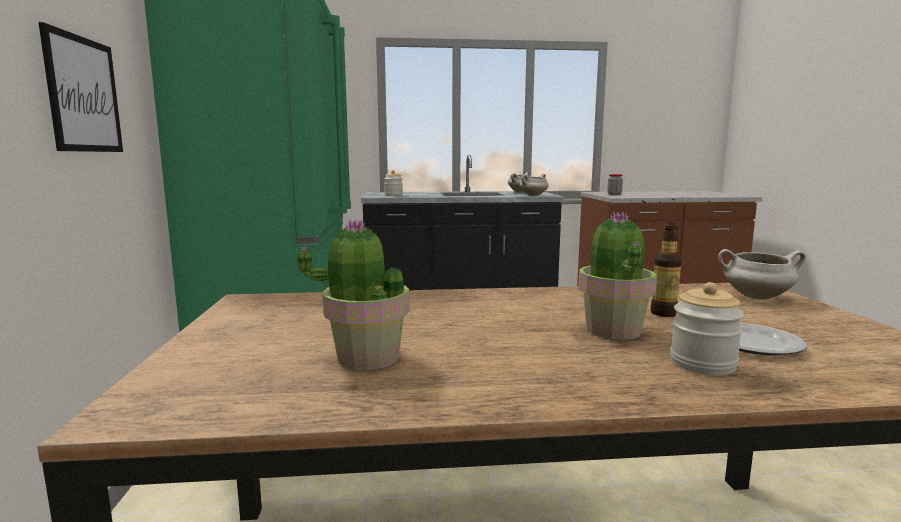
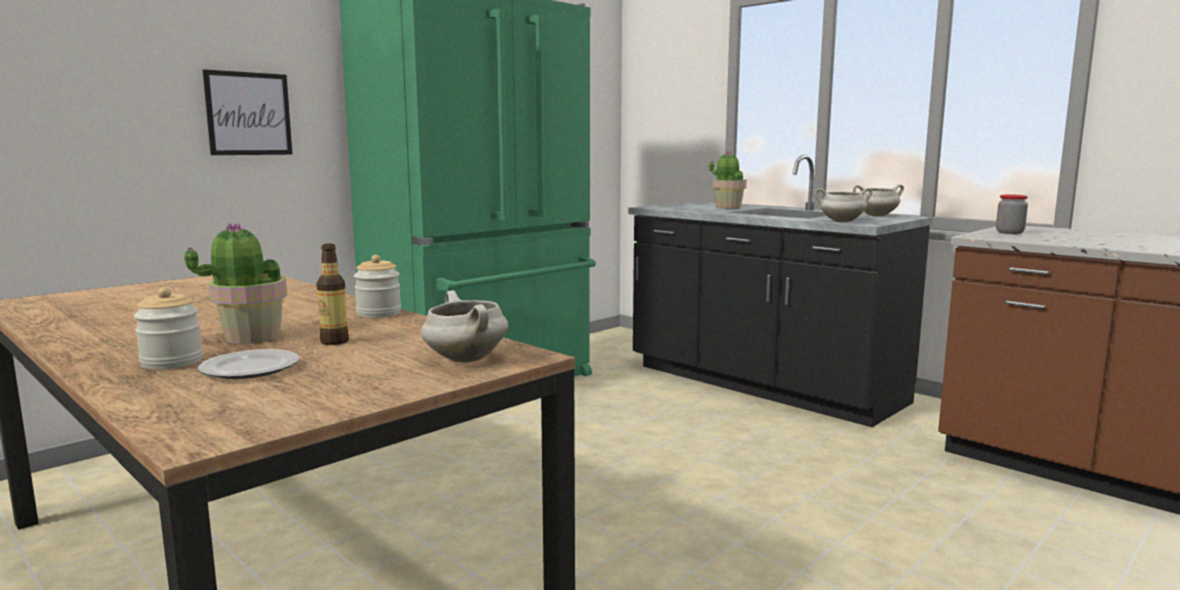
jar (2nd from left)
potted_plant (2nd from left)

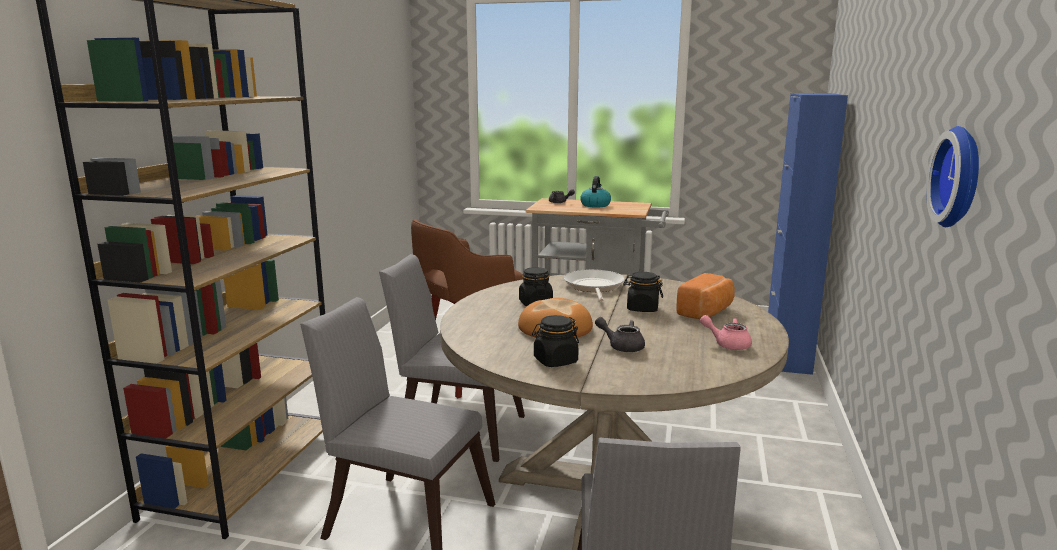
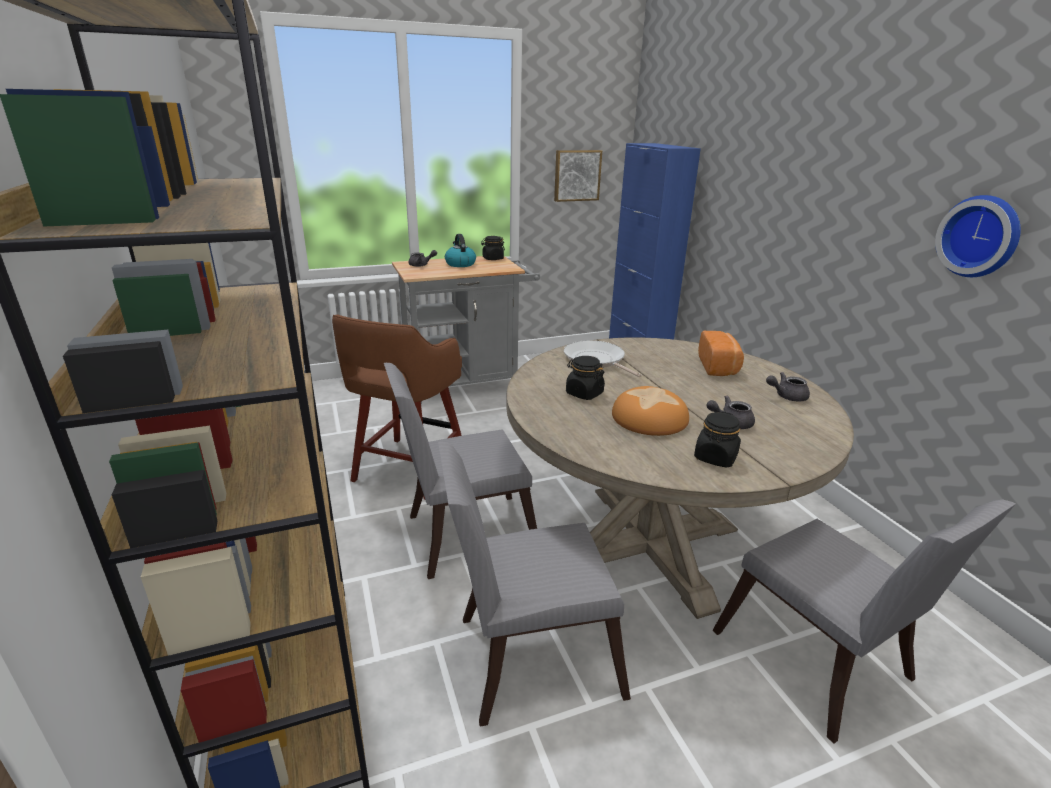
black_jar (1st from left)
grey_teapot (3rd from left)
picture

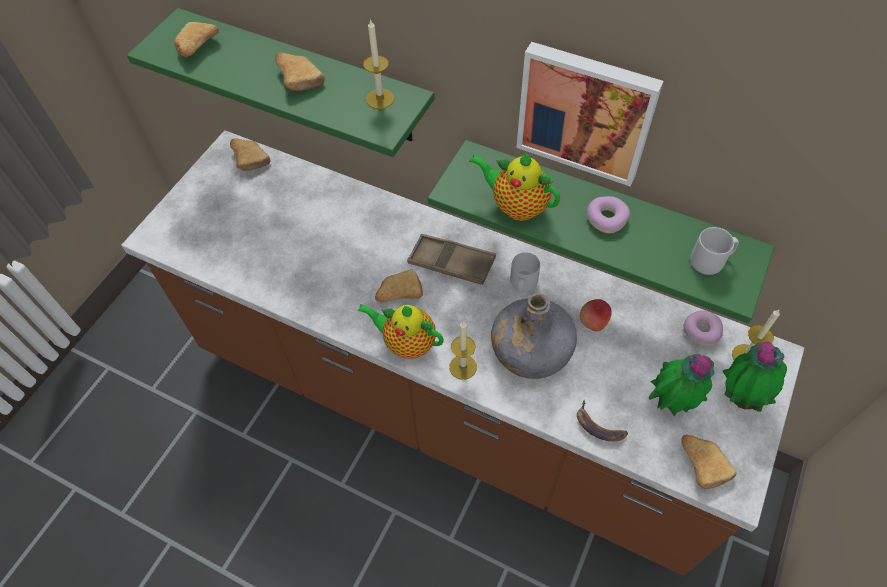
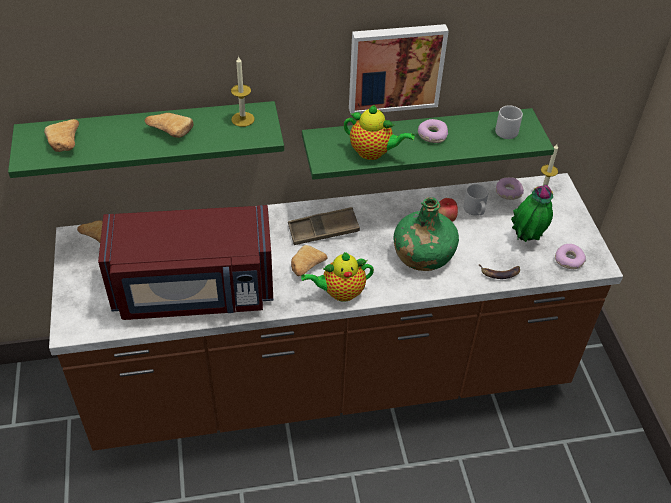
teapot (2nd from left)
grey_mug (1st from left)
green_bottle
candle (2nd from left in the first image)
potted_plant (2nd from left in the first image)
donut (3rd from left)
red_microwave

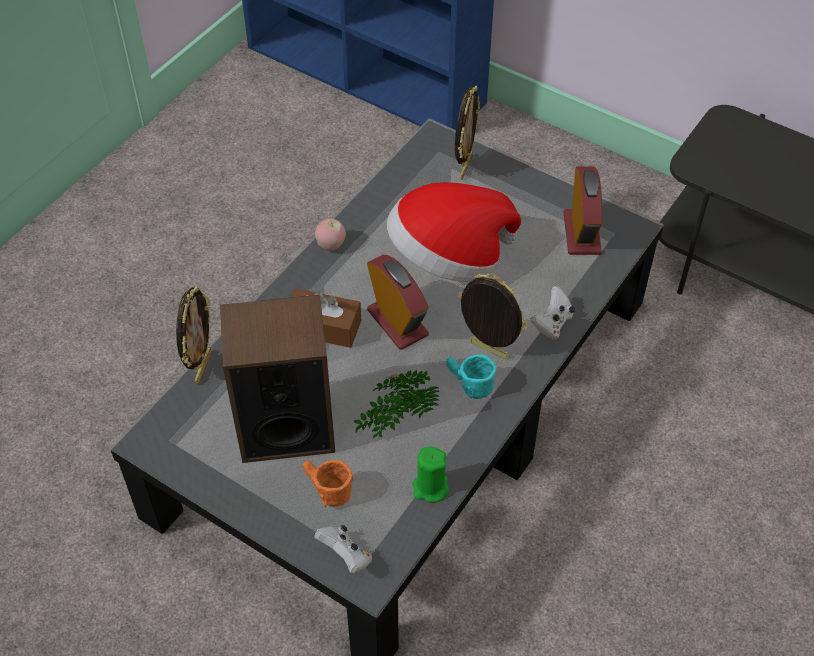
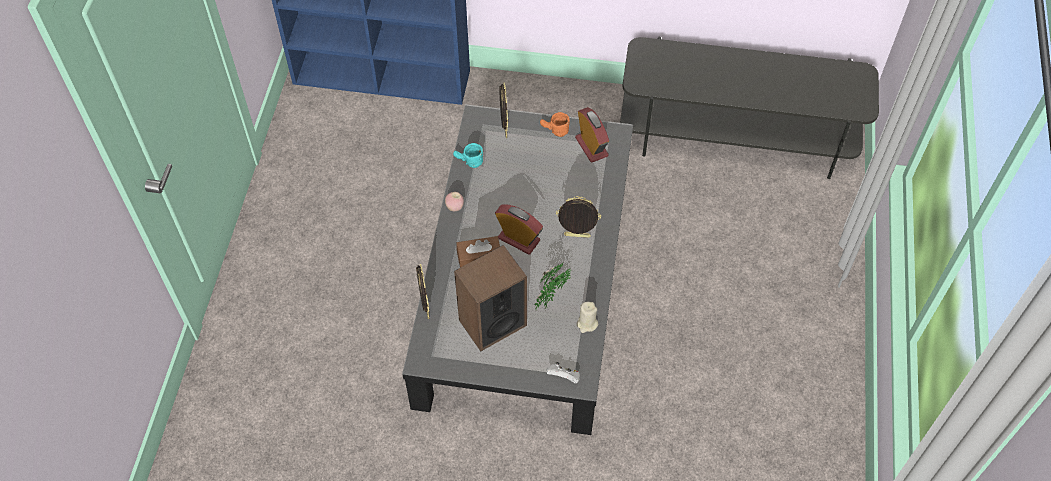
hat
white_game_controller (2nd from left in the first image)
turquoise_mug
beige_candle
orange_mug

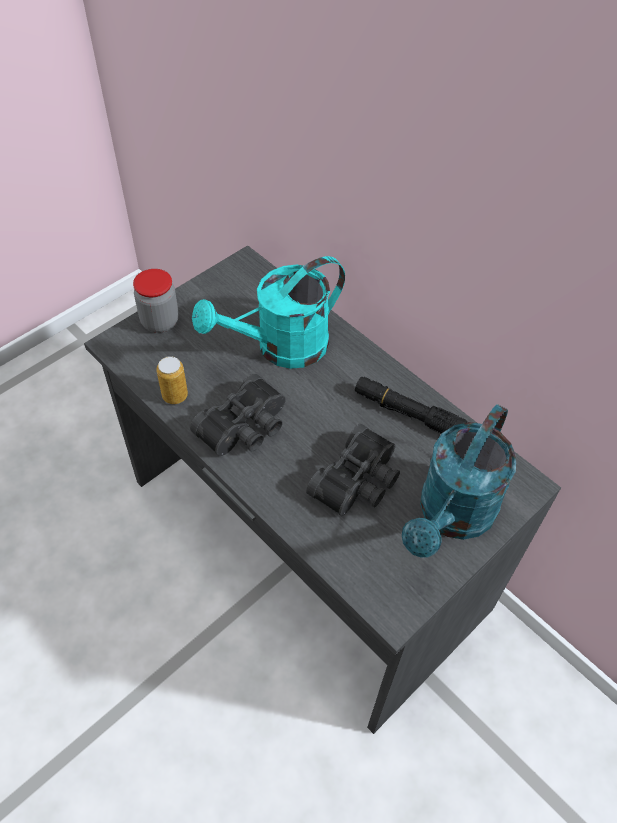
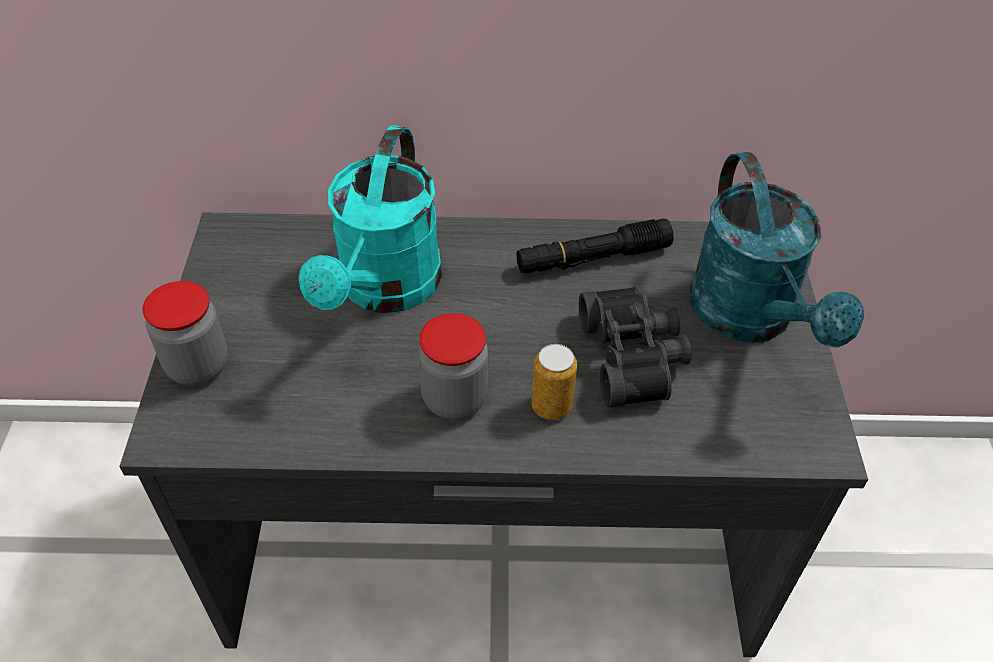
can
jar (2nd from left)

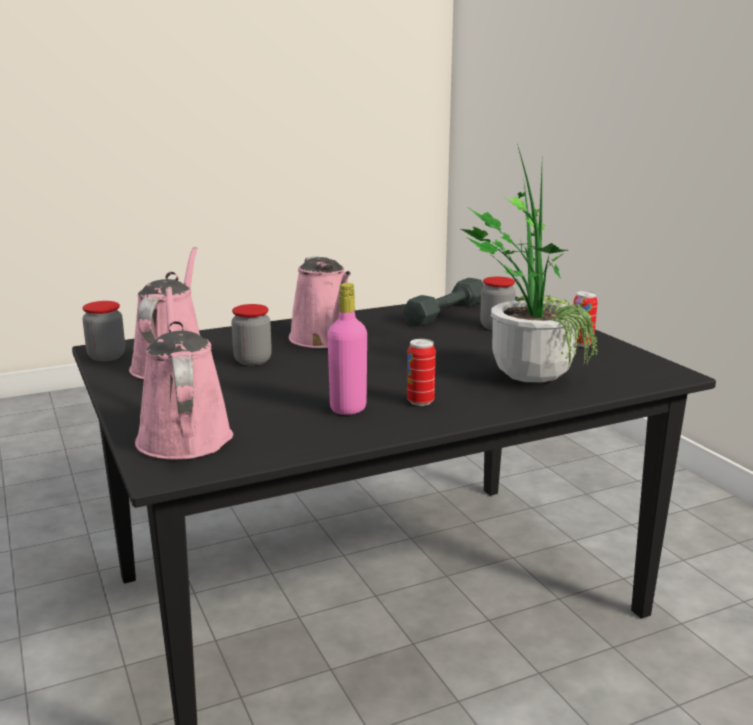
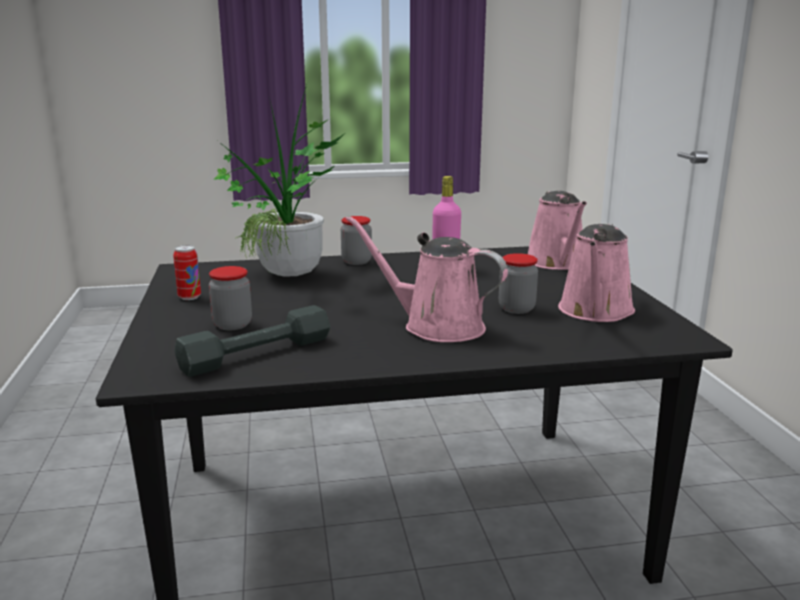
pink_watering_can (1st from left)
jar (2nd from left)
can (1st from left in the first image)

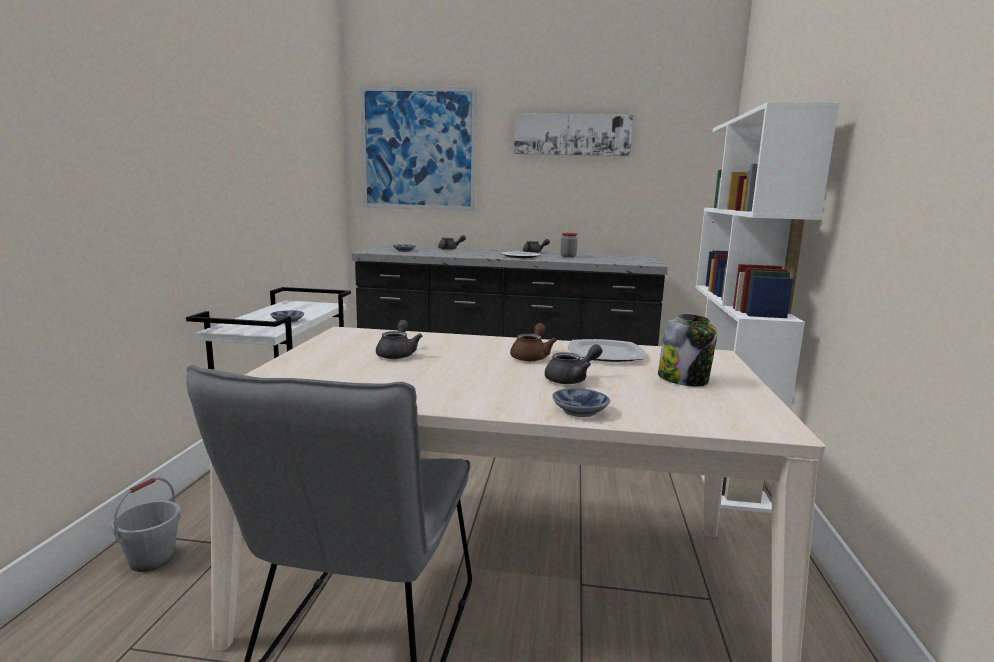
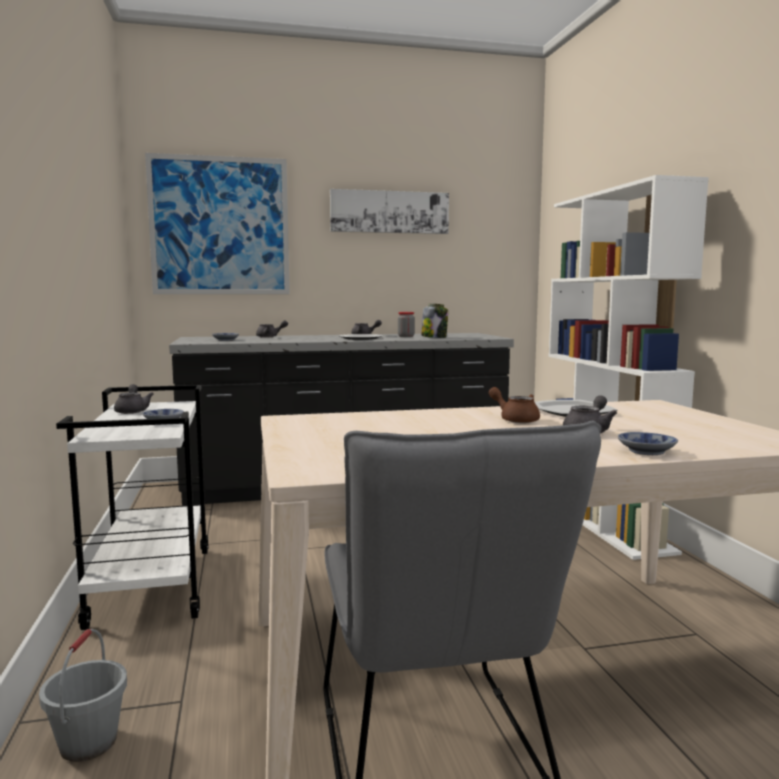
jar (2nd from left)
grey_teapot (1st from left)
brown_teapot

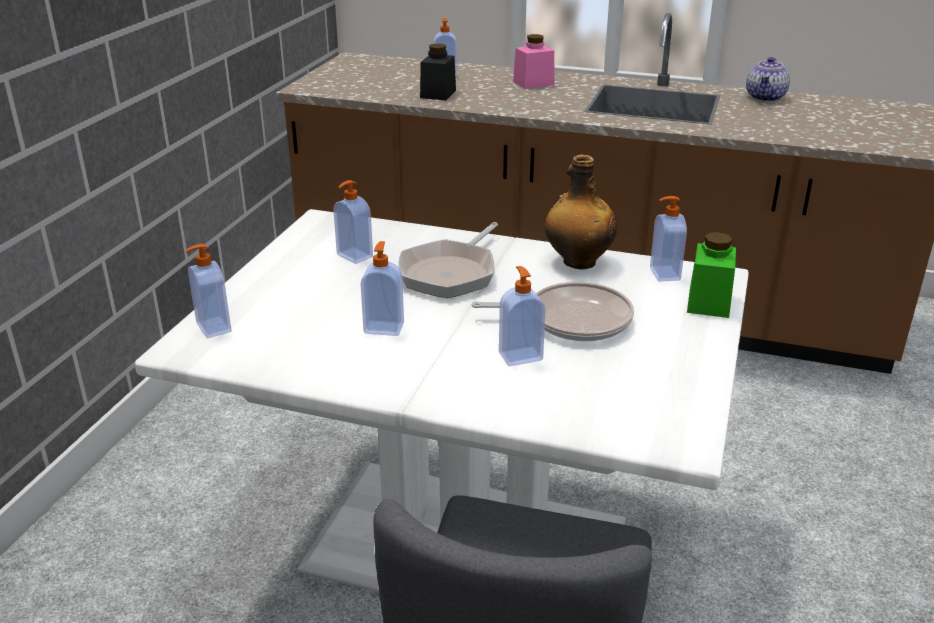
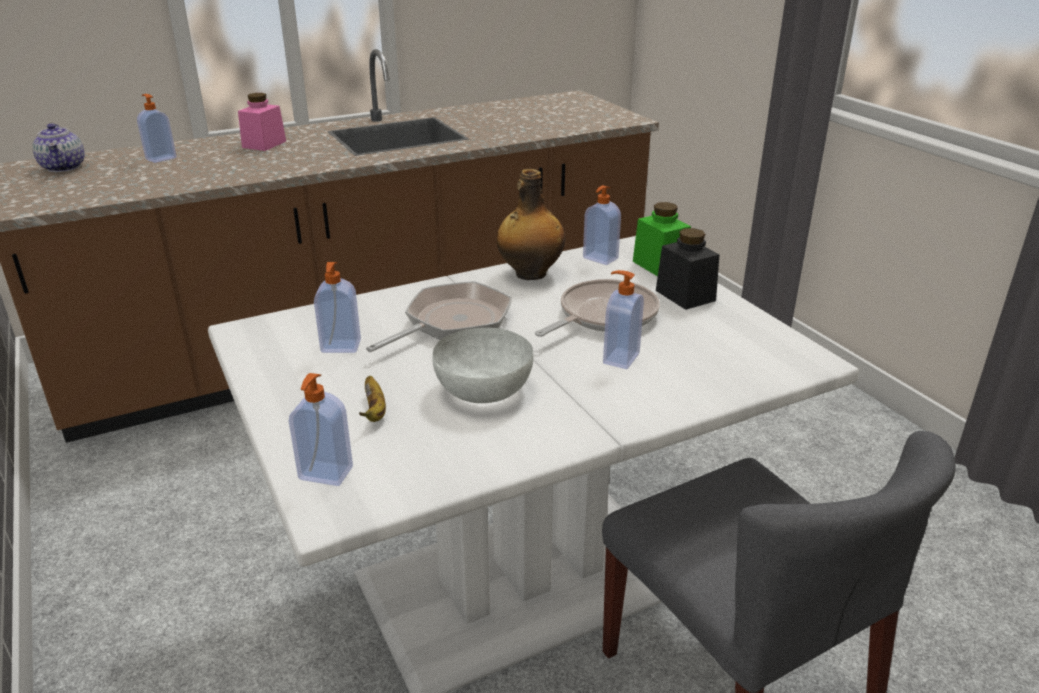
black_jar
teapot
frying_pan (1st from left)
white_bowl
banana

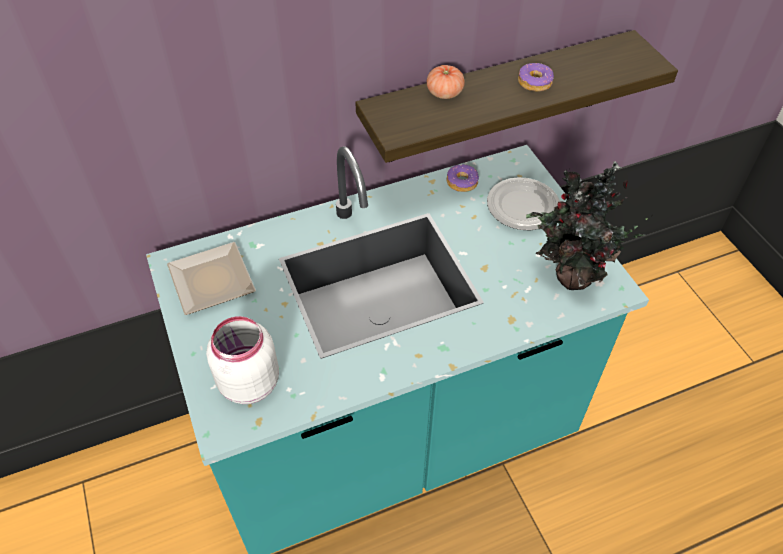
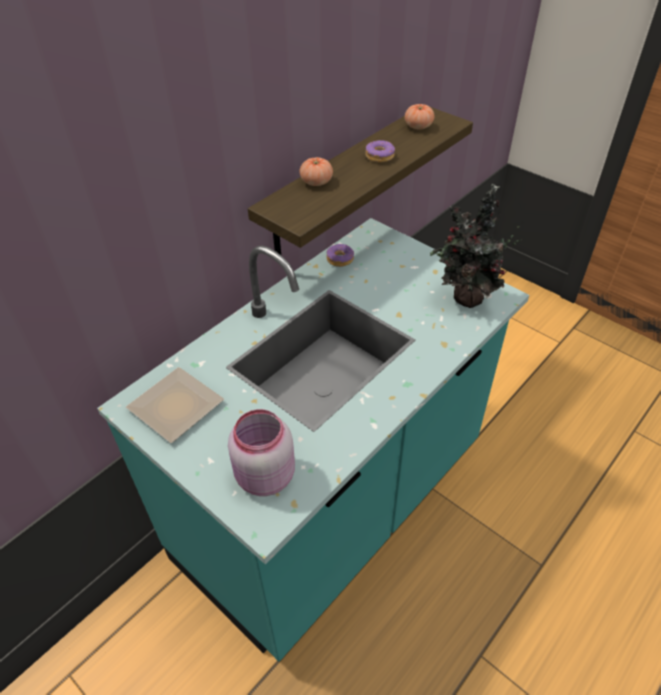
plate (2nd from left in the first image)
pink_jar
tomato (2nd from left)

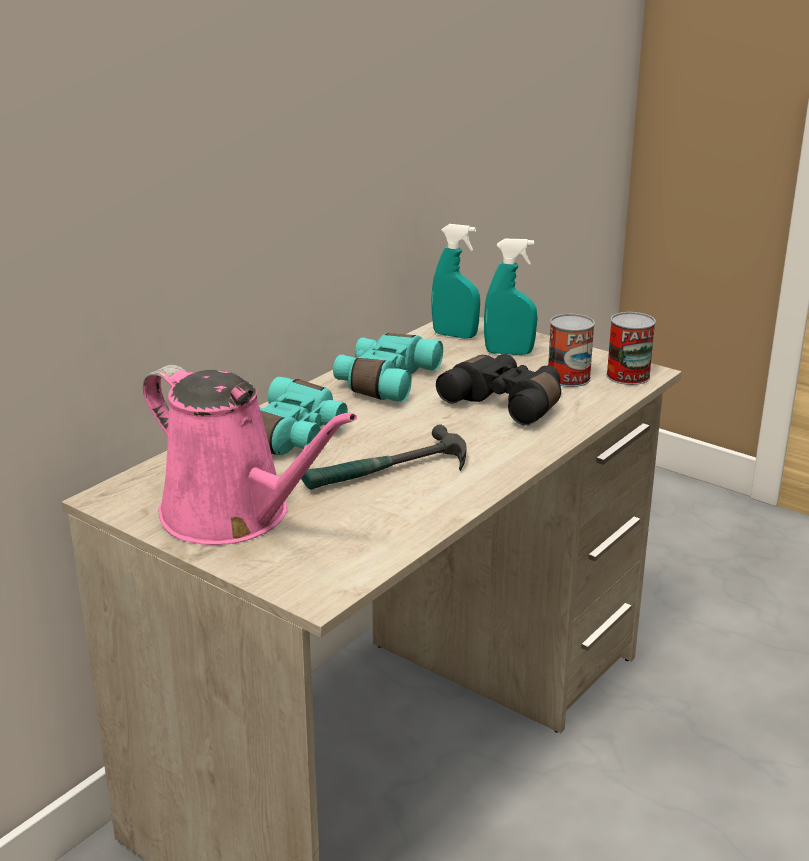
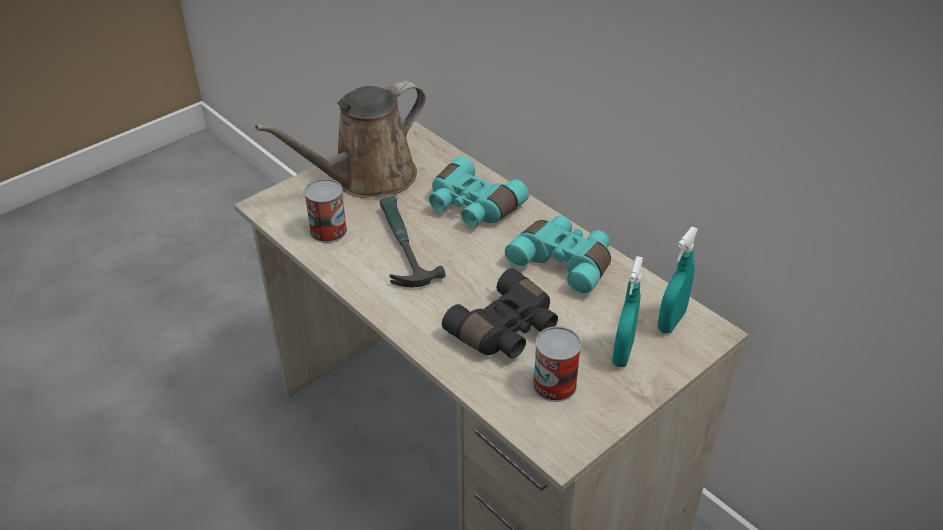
can (1st from left)
brown_watering_can

